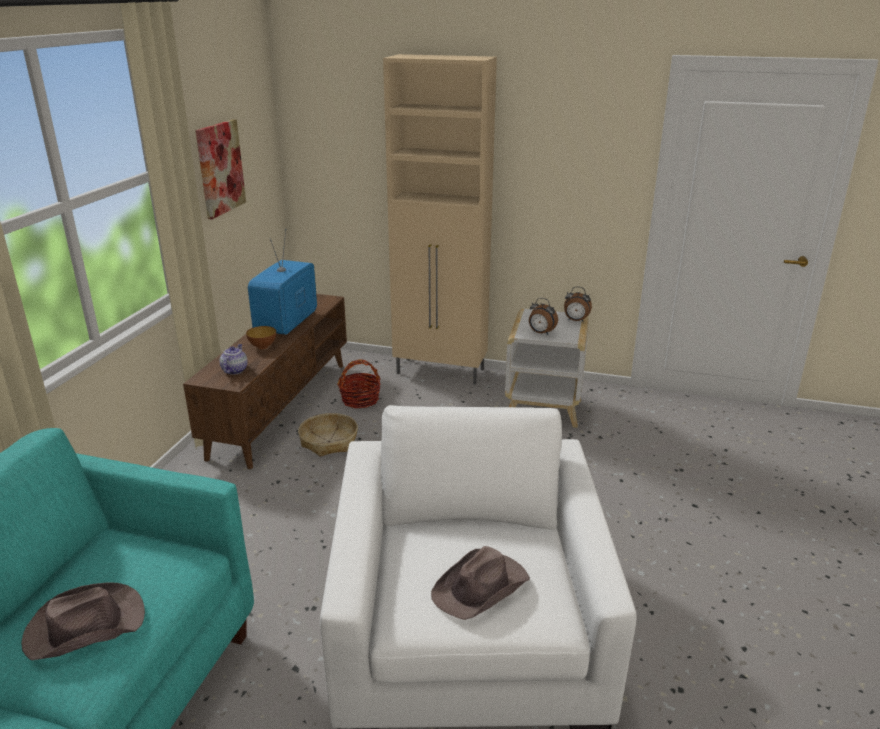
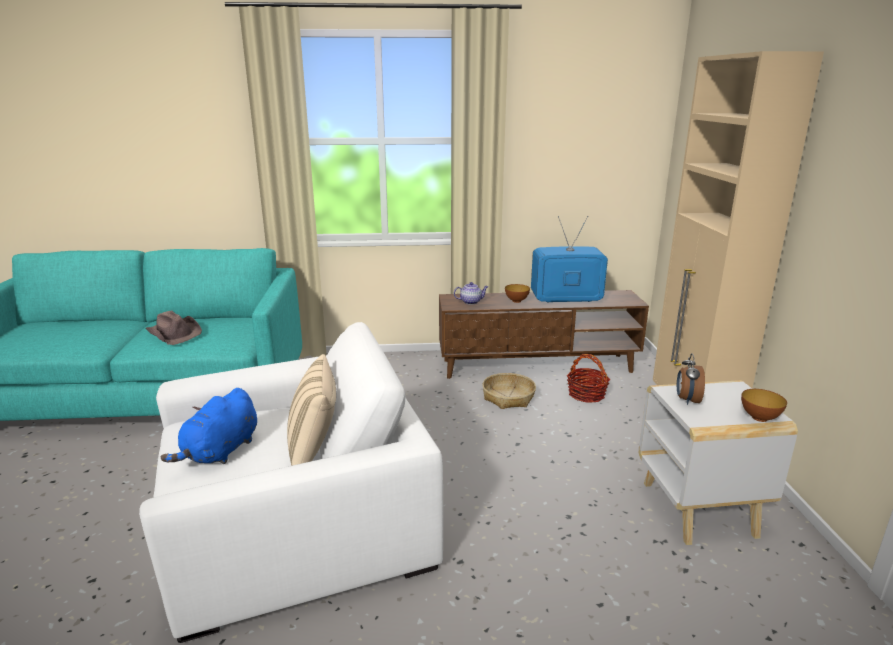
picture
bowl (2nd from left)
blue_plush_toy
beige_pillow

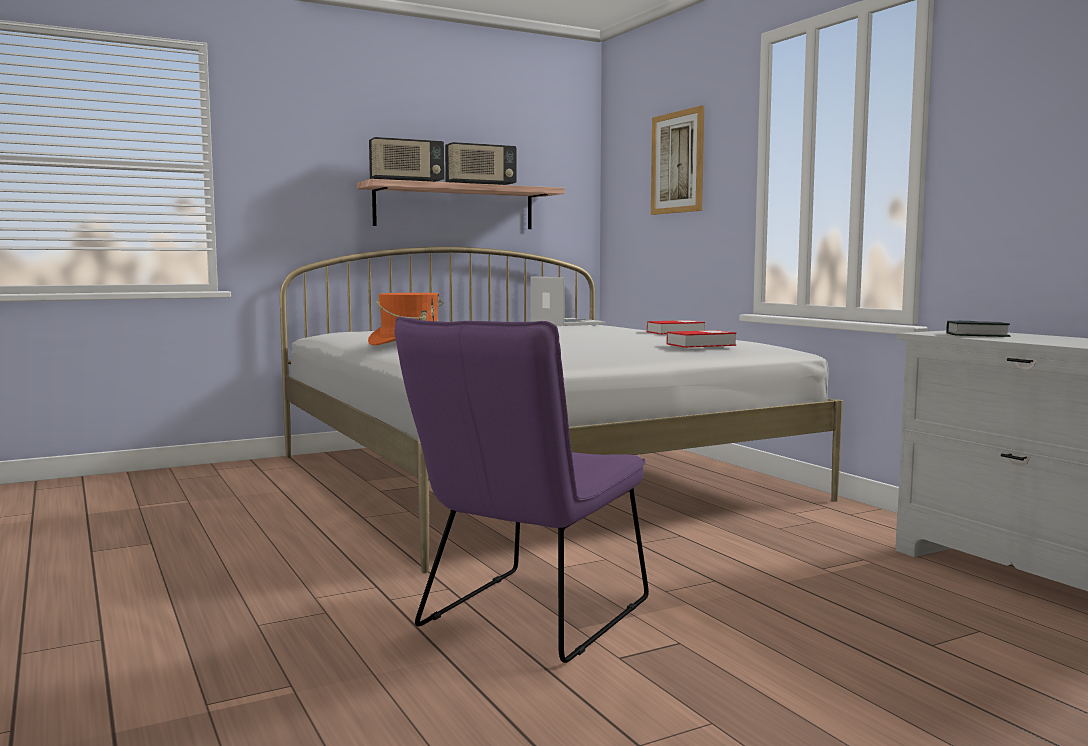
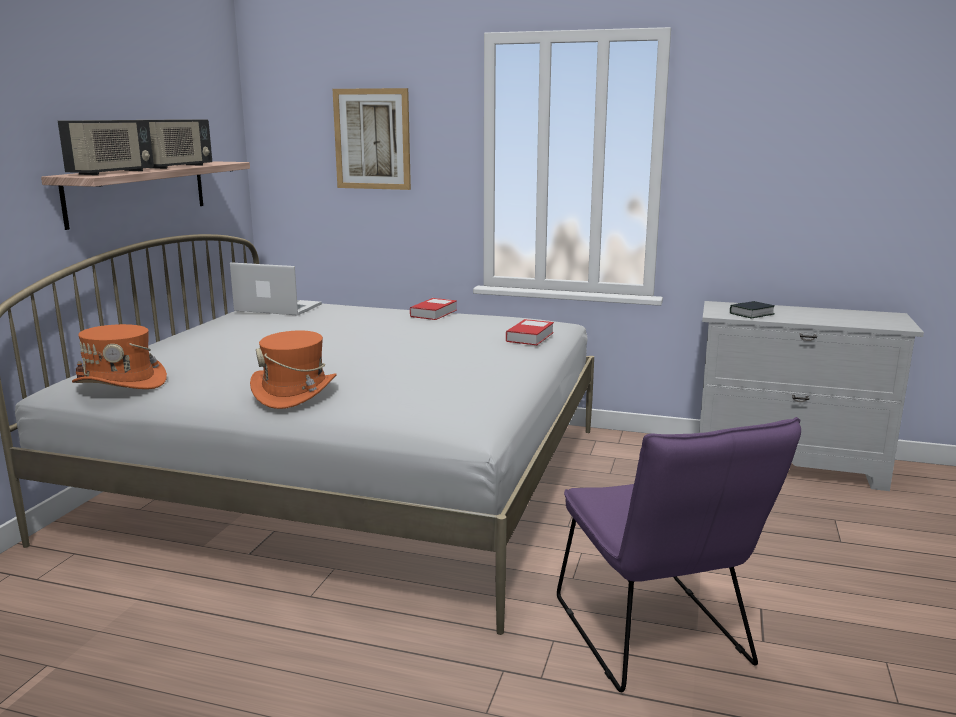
orange_hat (1st from left)

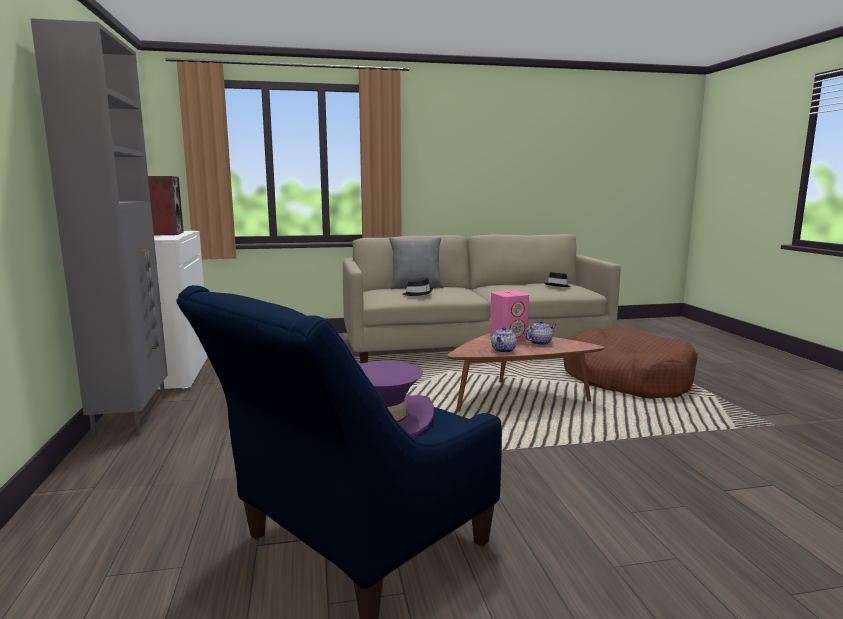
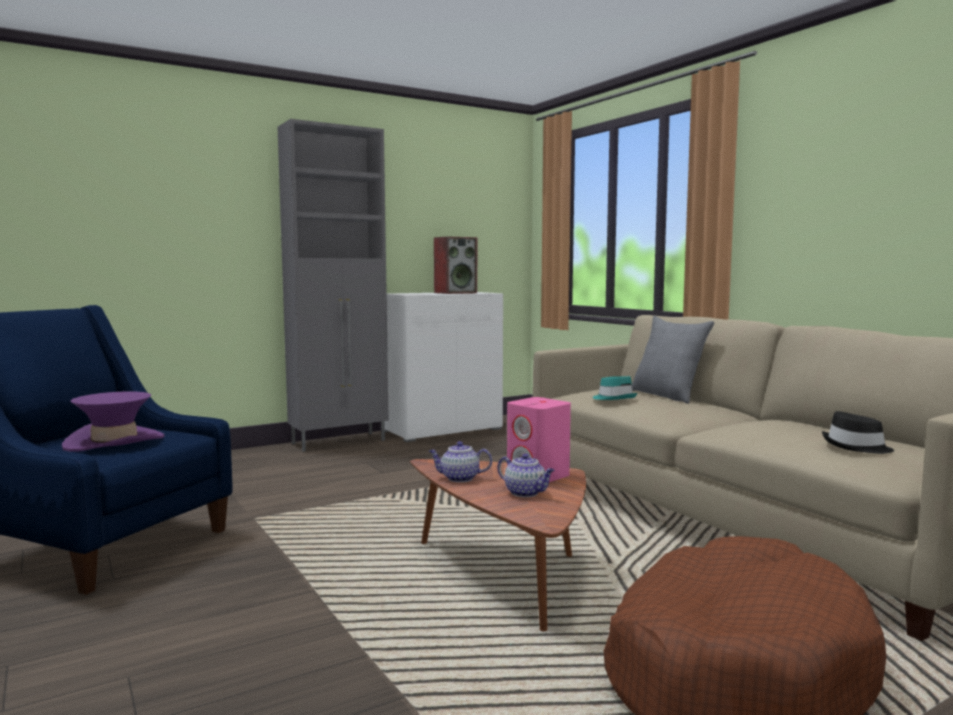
turquoise_hat

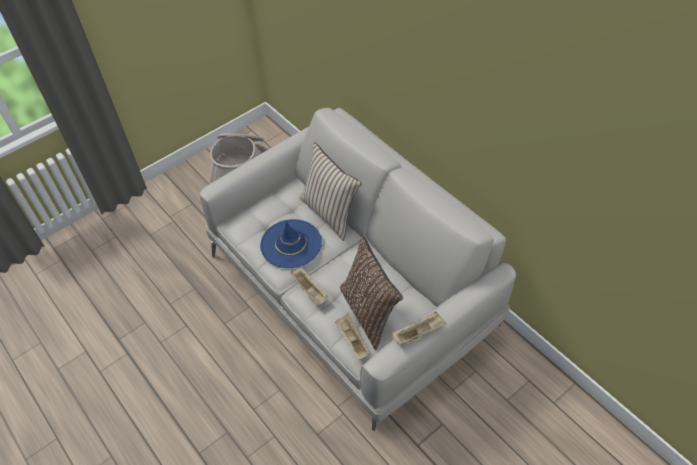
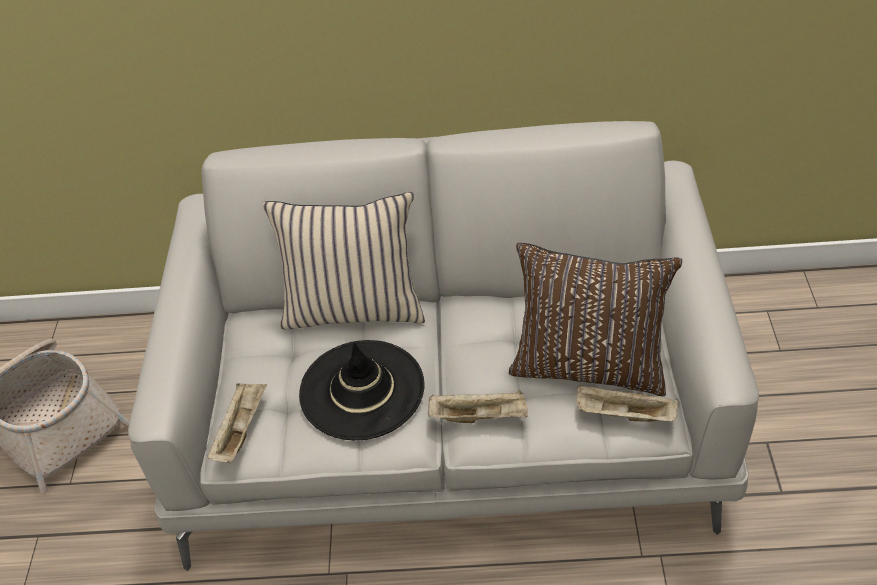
black_hat
beige_tray (1st from left)

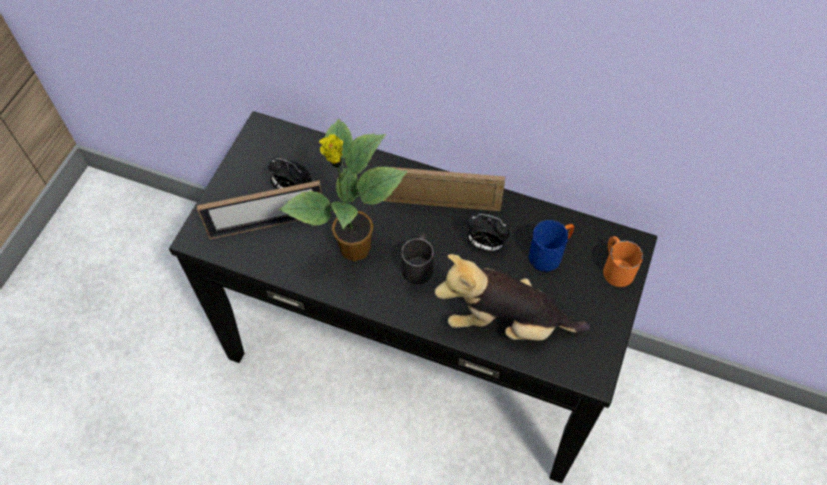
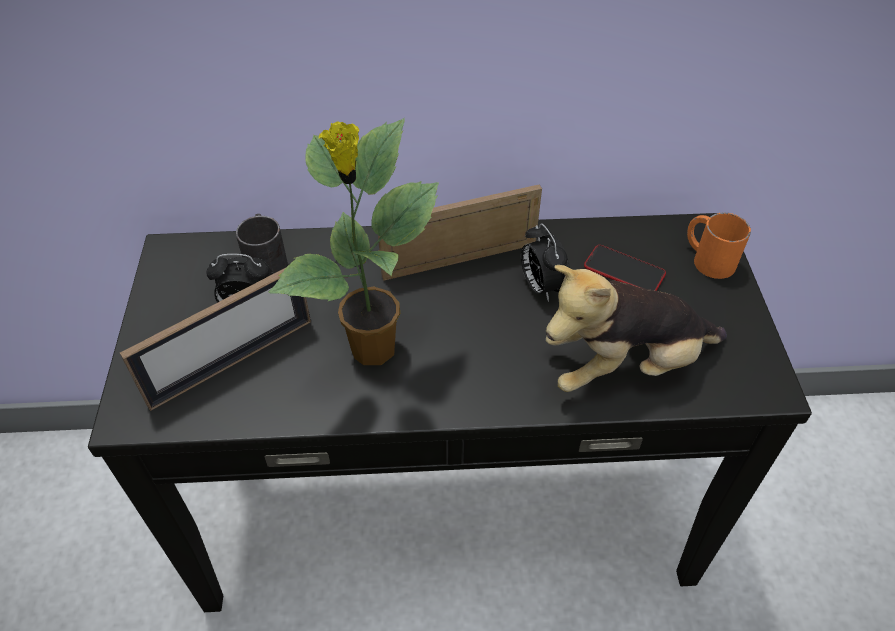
alarm_clock (2nd from left)
phone
black_mug

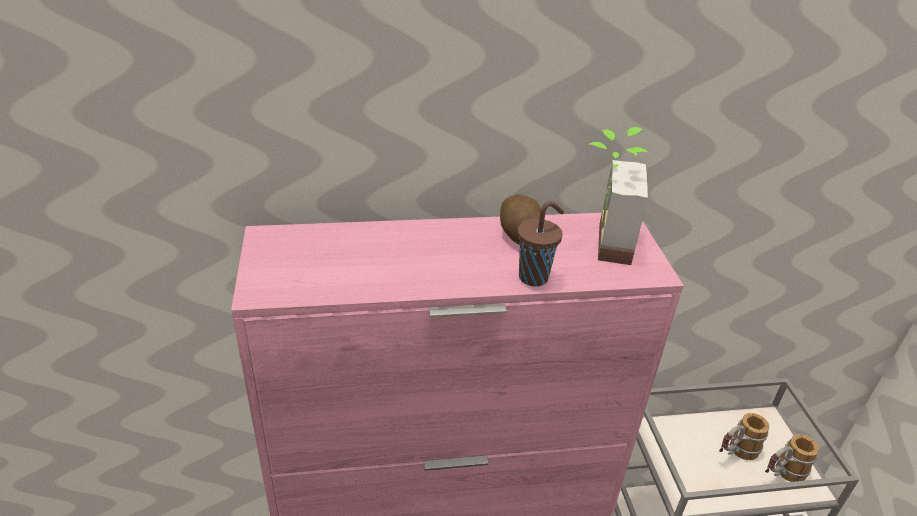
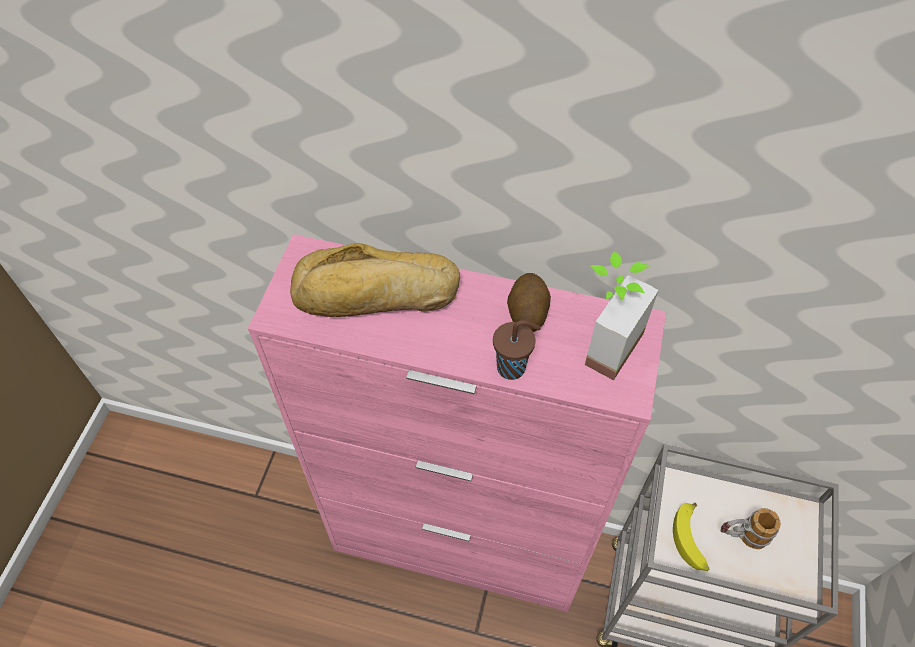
mug (2nd from left in the first image)
bread
banana

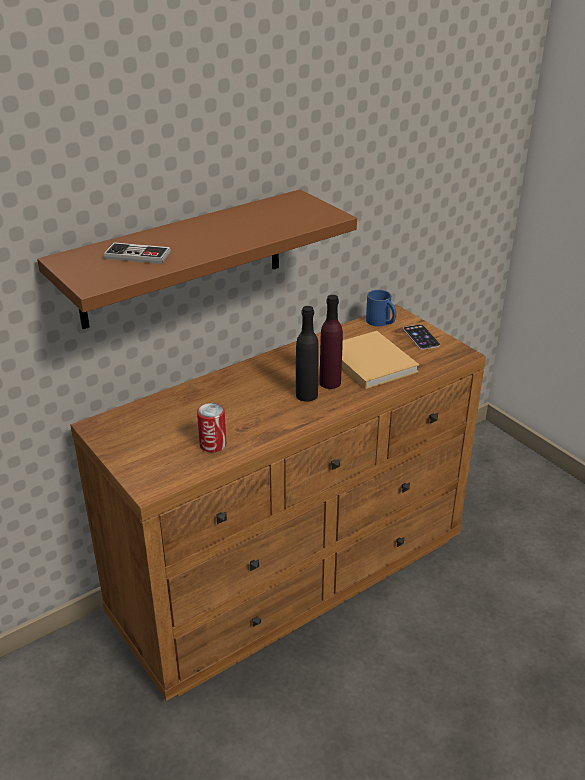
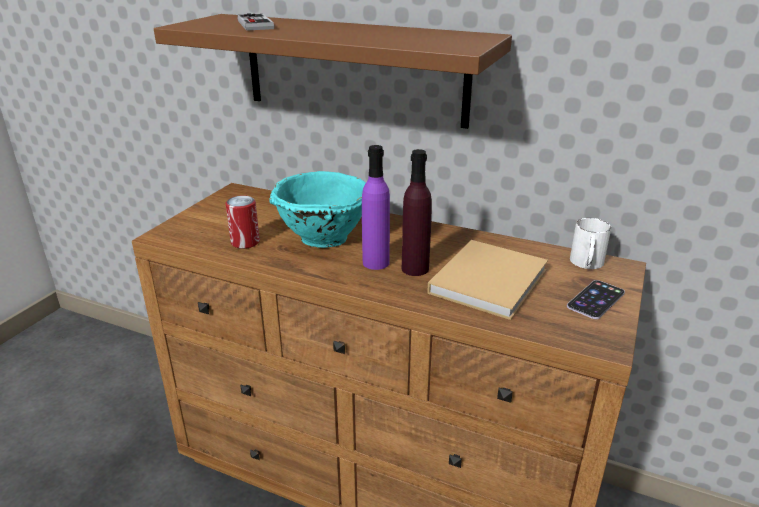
white_mug
purple_bottle (1st from left)
turquoise_bowl

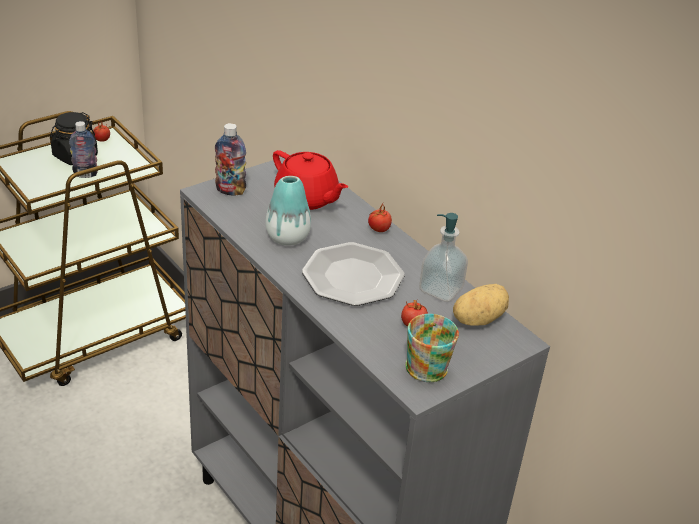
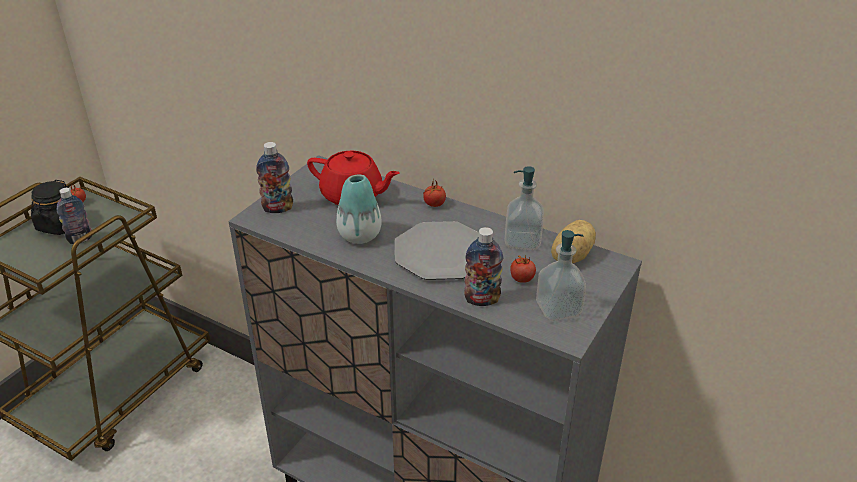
soap_dispenser (2nd from left)
bottle (3rd from left)

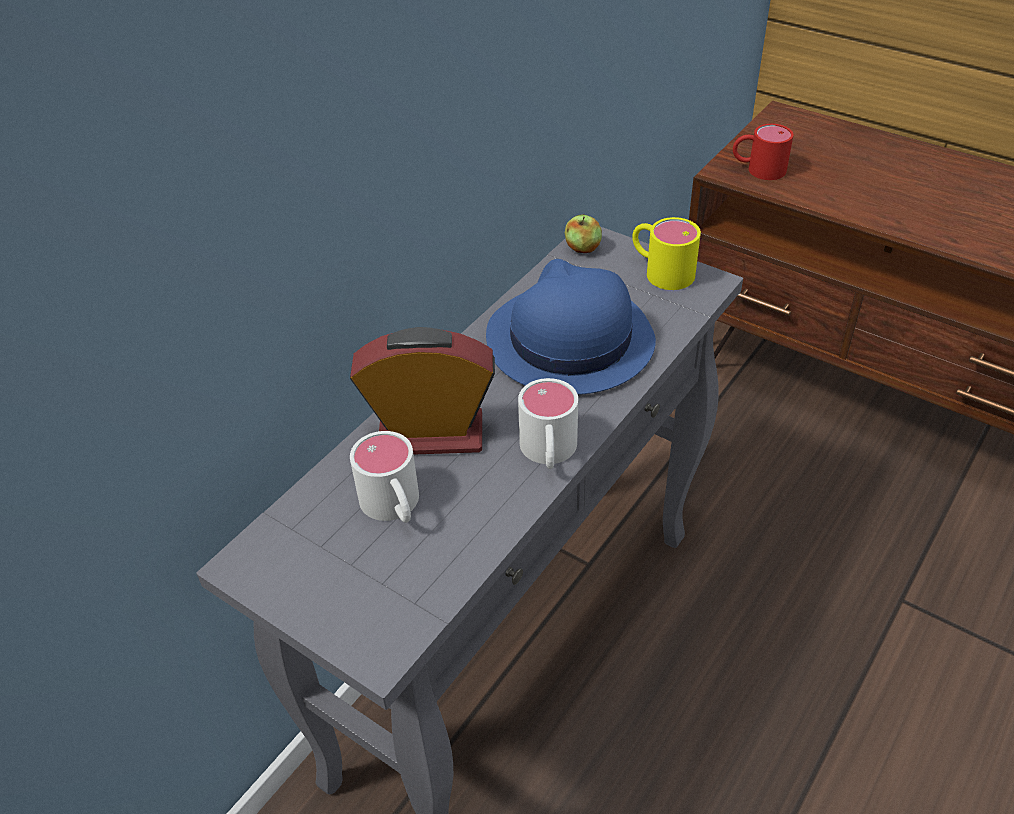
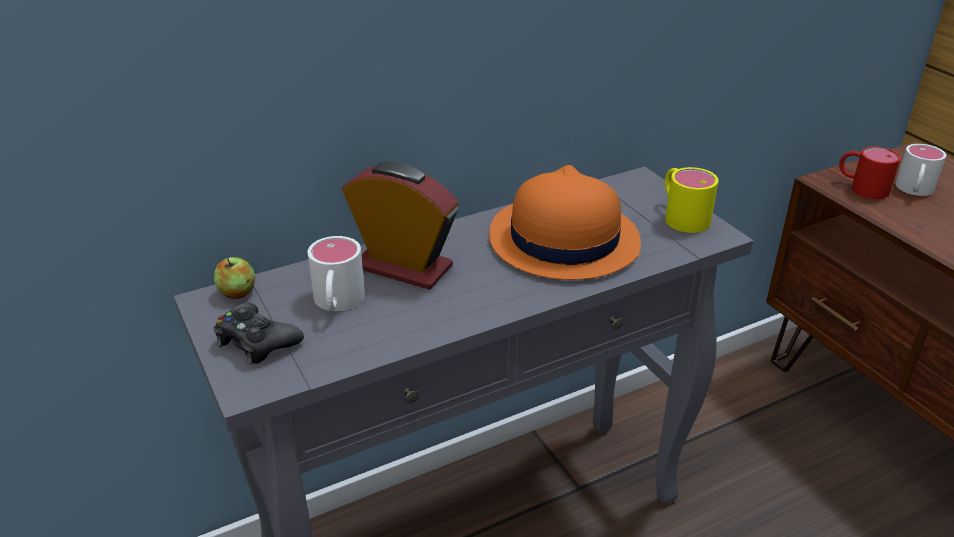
apple
orange_hat
white_mug (2nd from left)
black_game_controller

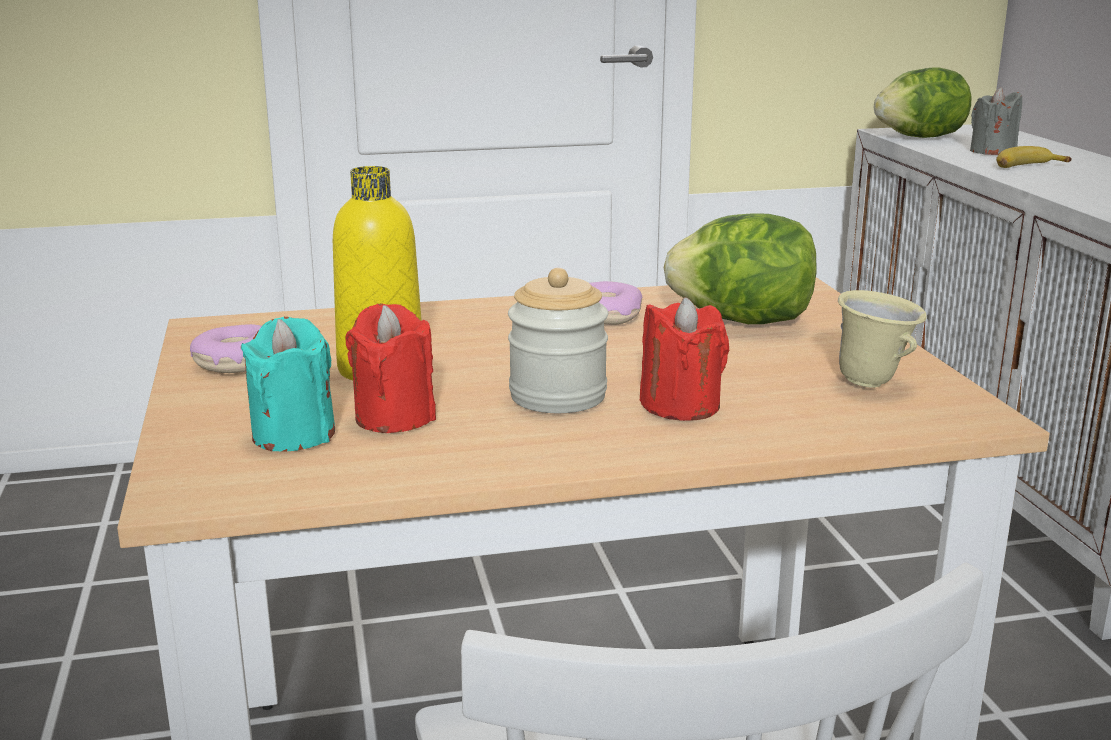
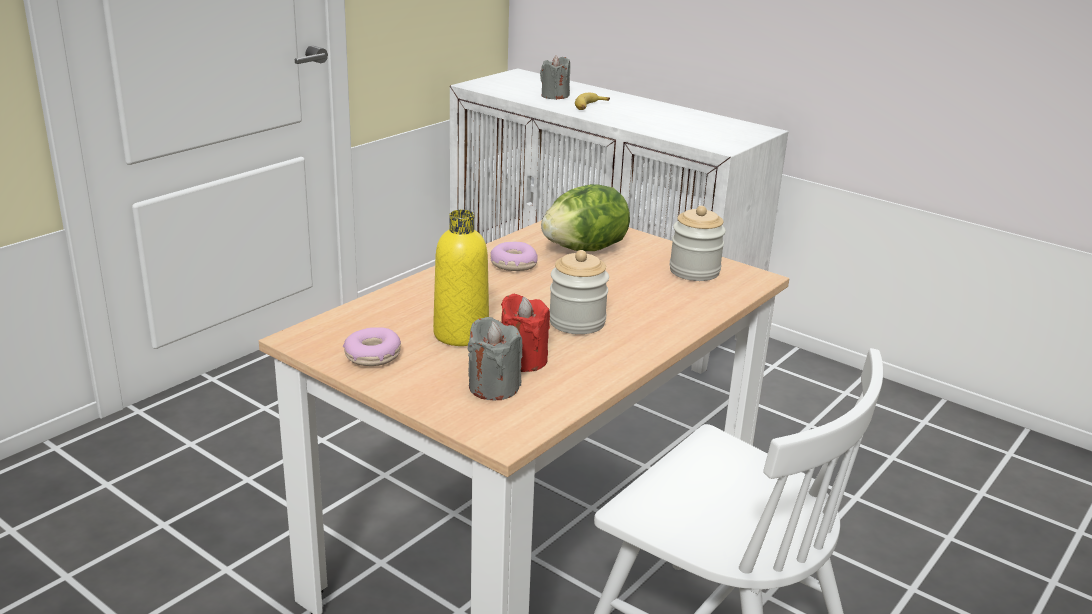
lettuce (2nd from left in the first image)
jar (2nd from left)
red_candle (2nd from left in the first image)
grey_candle (1st from left)

